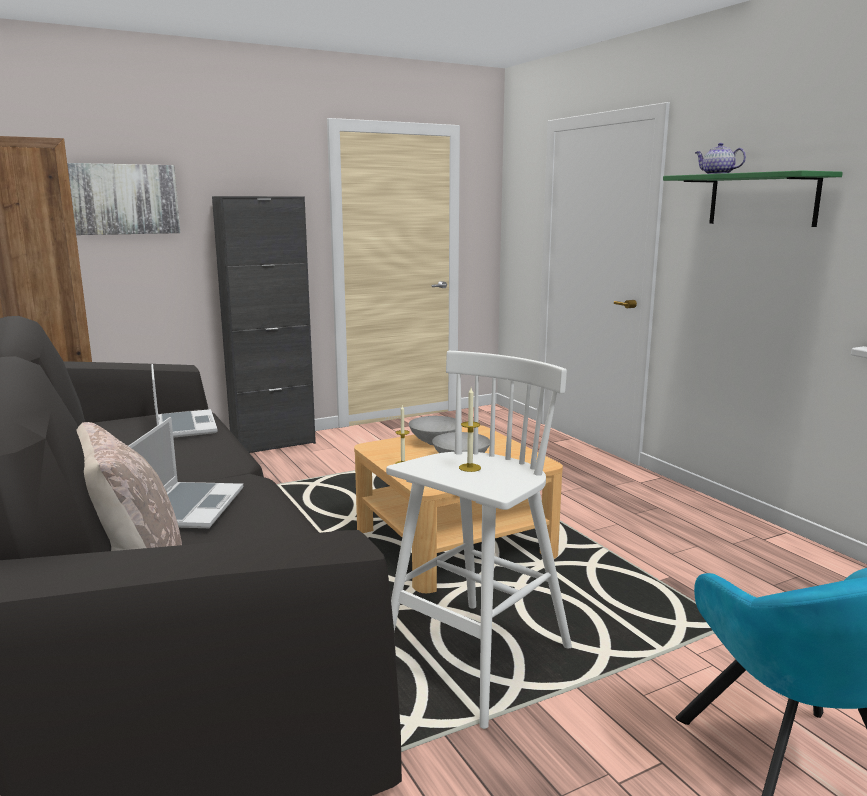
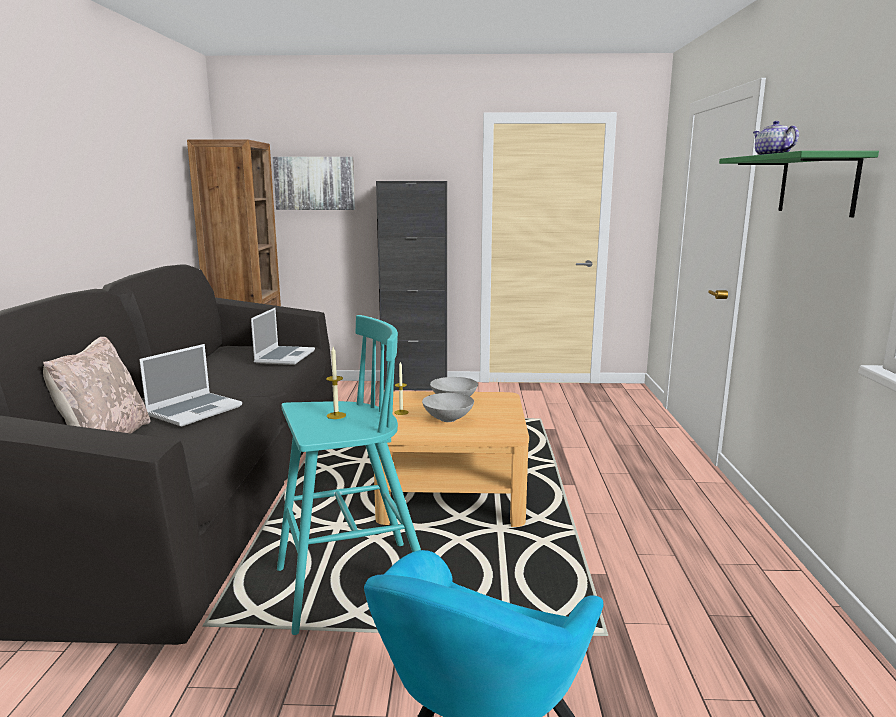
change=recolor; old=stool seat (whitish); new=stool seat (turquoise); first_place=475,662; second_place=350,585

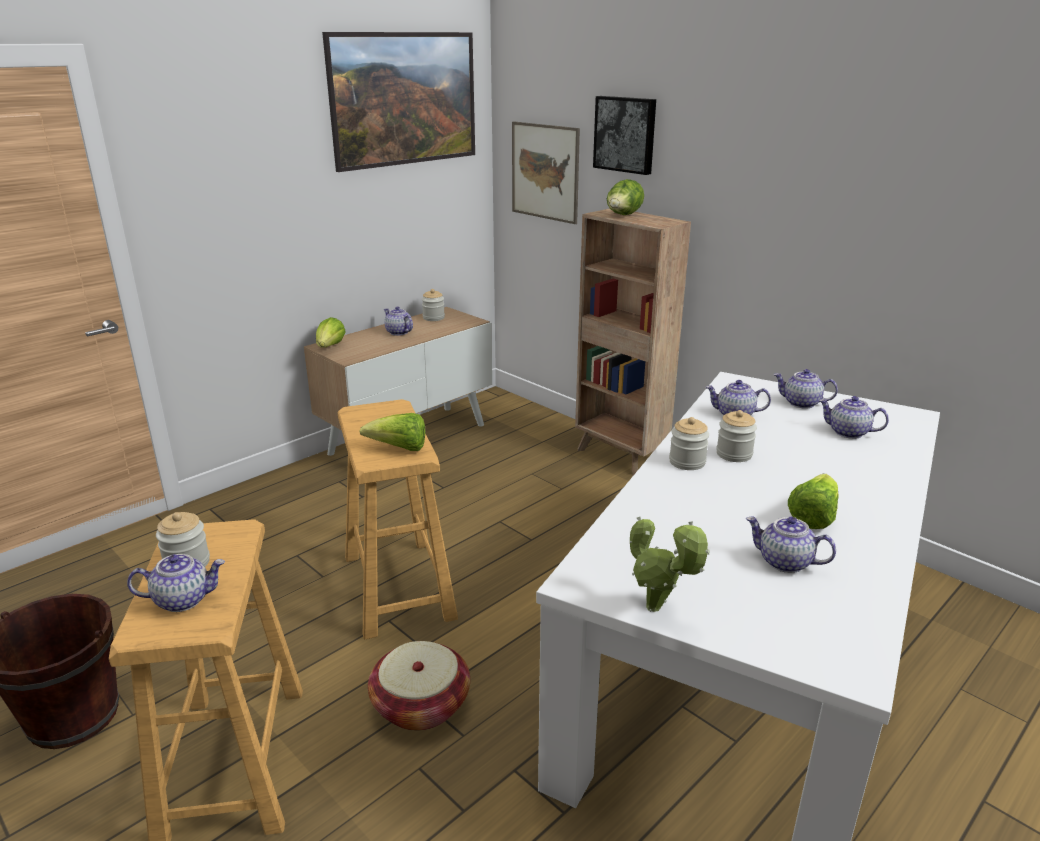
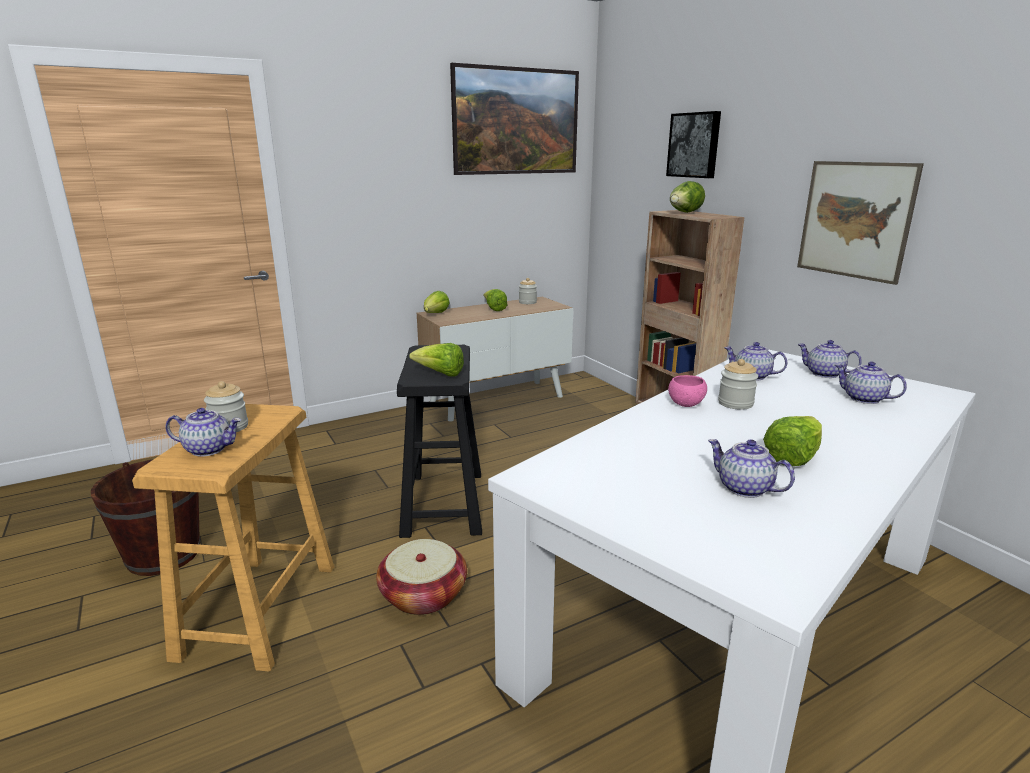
change=recolor; old=stool seat (beige); new=stool seat (black); first_place=398,587; second_place=443,504
change=replace; old=tea pot; new=head of lettuce; first_place=398,332; second_place=494,309
change=move; old=picture; first_place=545,172; second_place=855,220
change=delete; old=houseplant; first_place=658,609
change=replace; old=storage jar; new=deep dish (pinkish); first_place=687,462; second_place=685,404

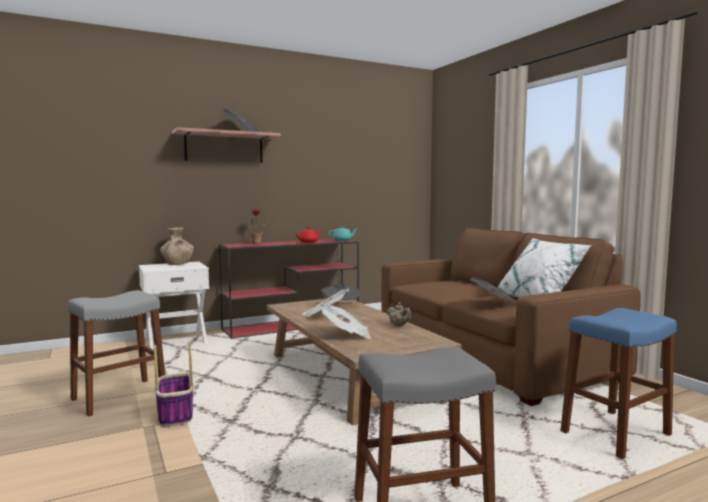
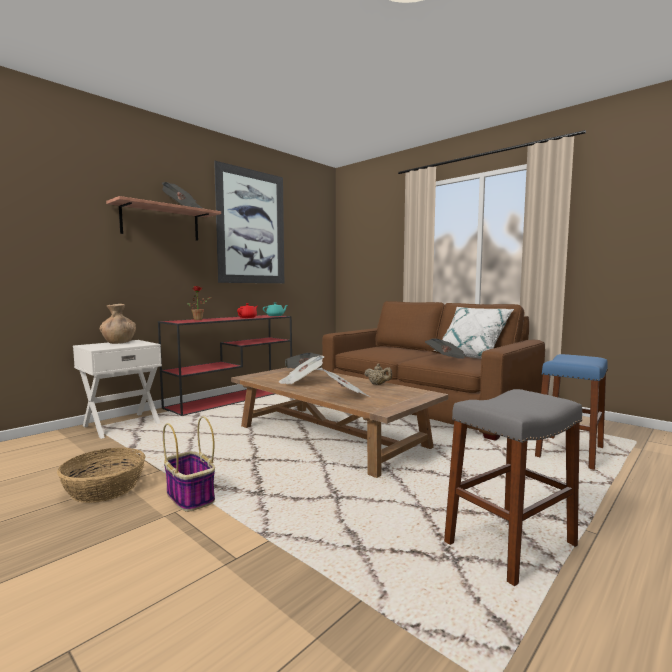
change=replace; old=stool seat (gray); new=basket; first_place=119,396; second_place=104,489
change=insert; new=picture; second_place=251,227

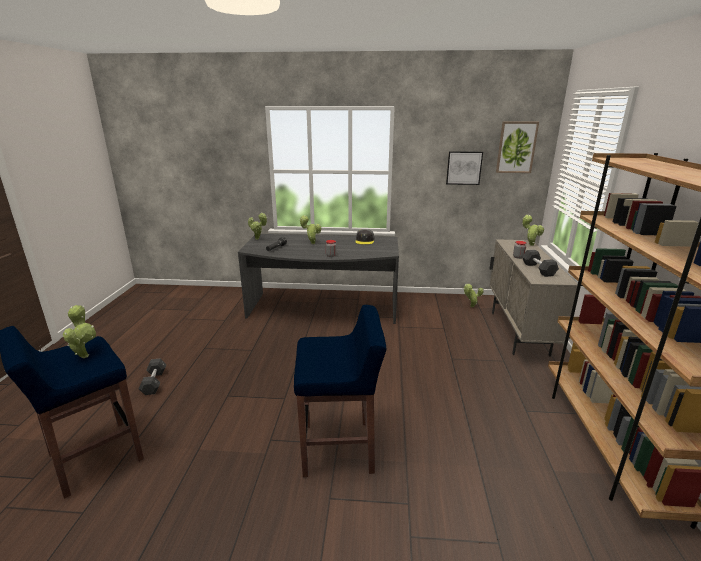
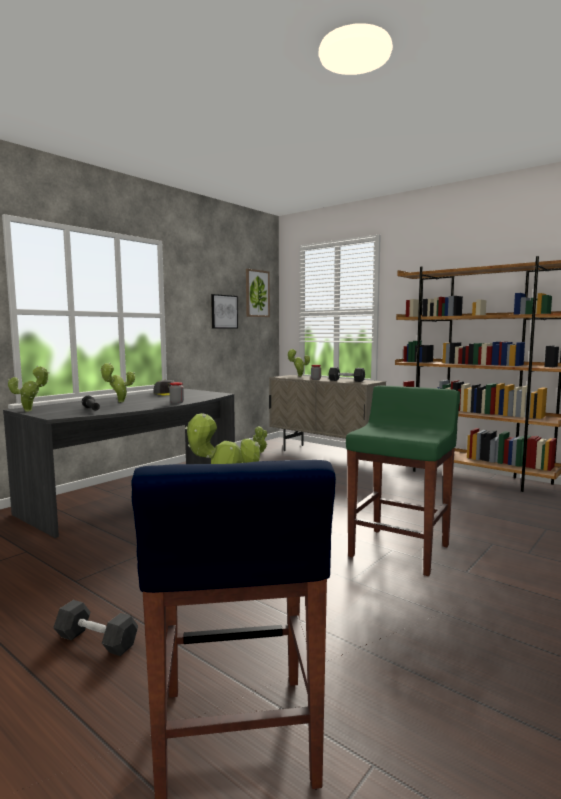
change=recolor; old=stool seat (blue); new=stool seat (green-coloured); first_place=339,448; second_place=400,550

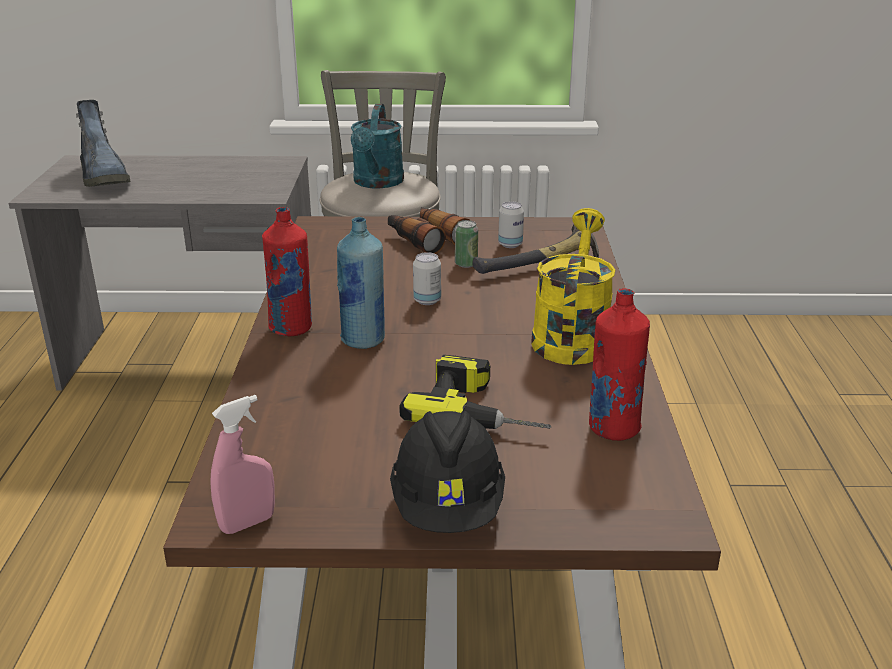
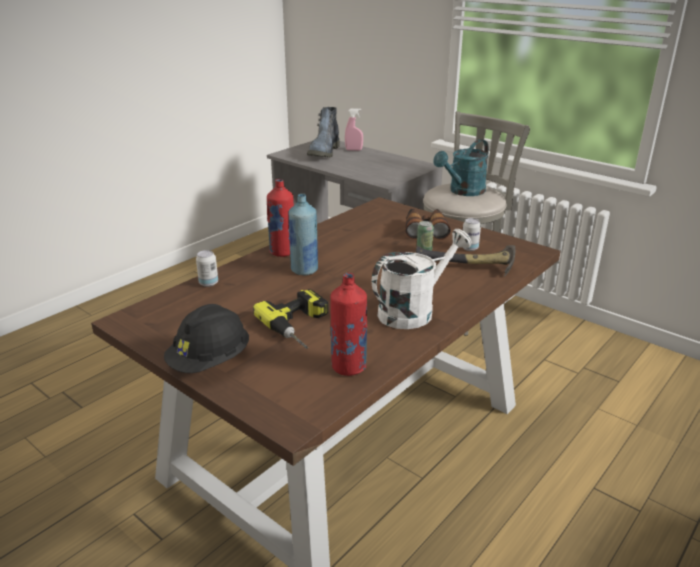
change=move; old=sprayer (pinkish); first_place=247,523; second_place=354,150
change=move; old=can; first_place=427,301; second_place=208,283
change=recolor; old=watering pot (yellow); new=watering pot (whitish); first_place=571,336; second_place=413,310

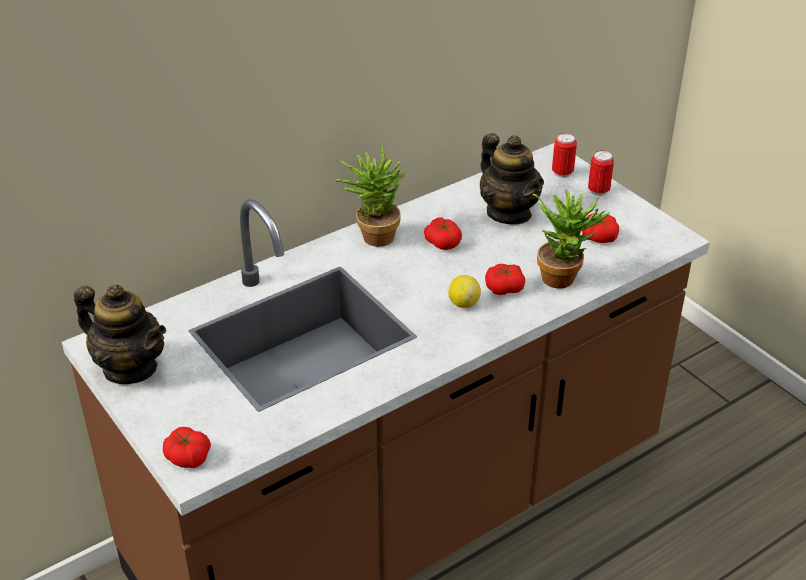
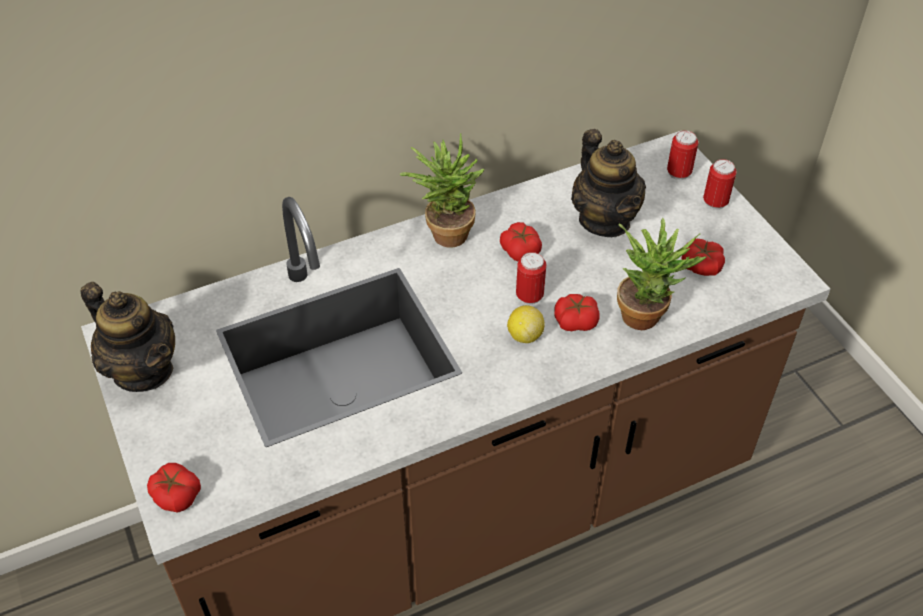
change=insert; new=can; second_place=529,296

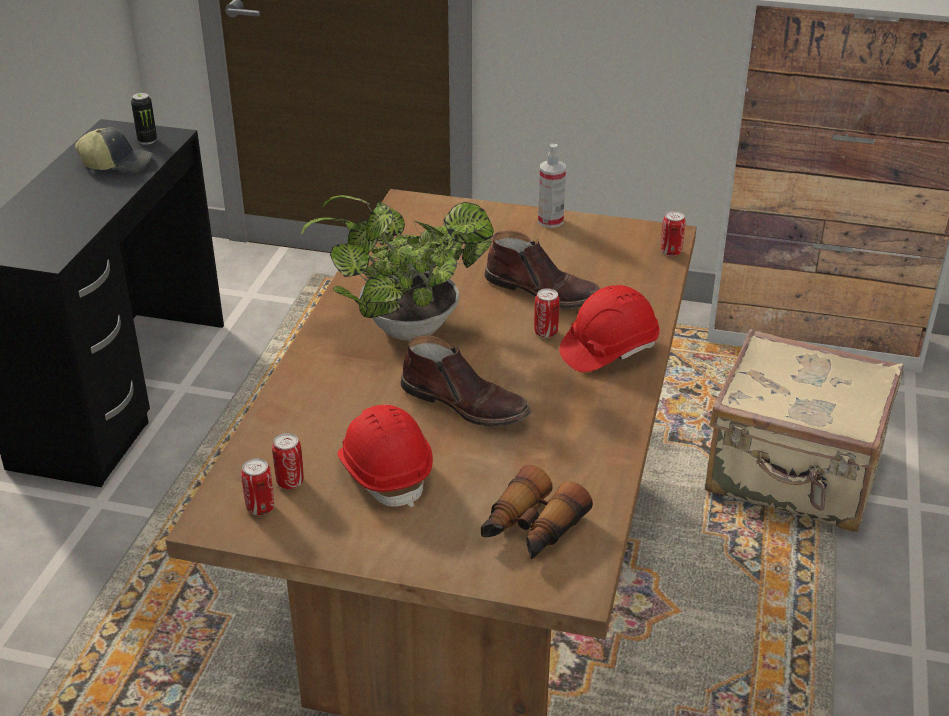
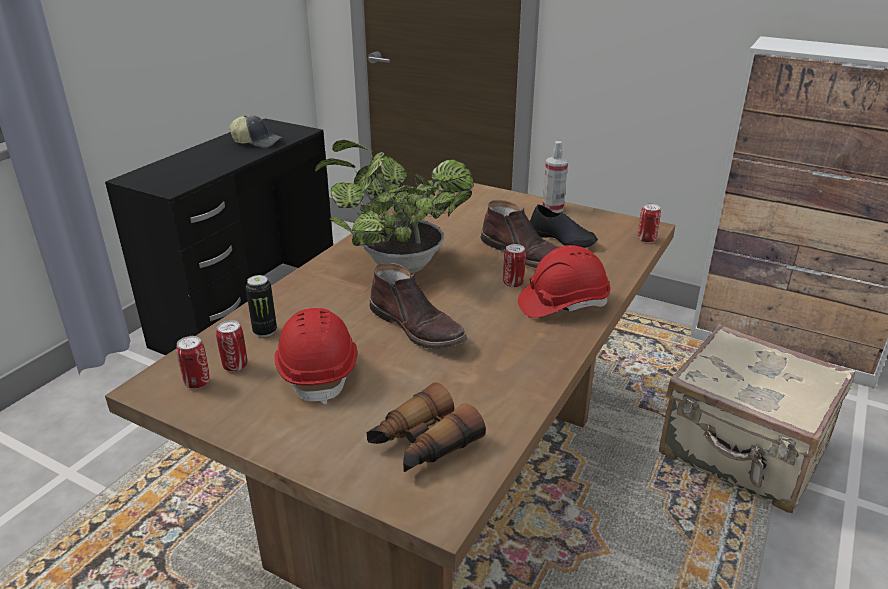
change=move; old=can; first_place=147,141; second_place=265,331
change=insert; new=item of footwear (black); second_place=562,239

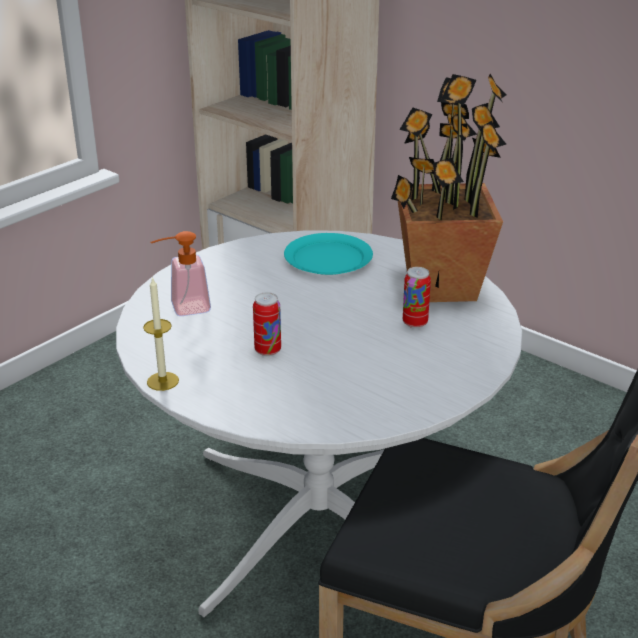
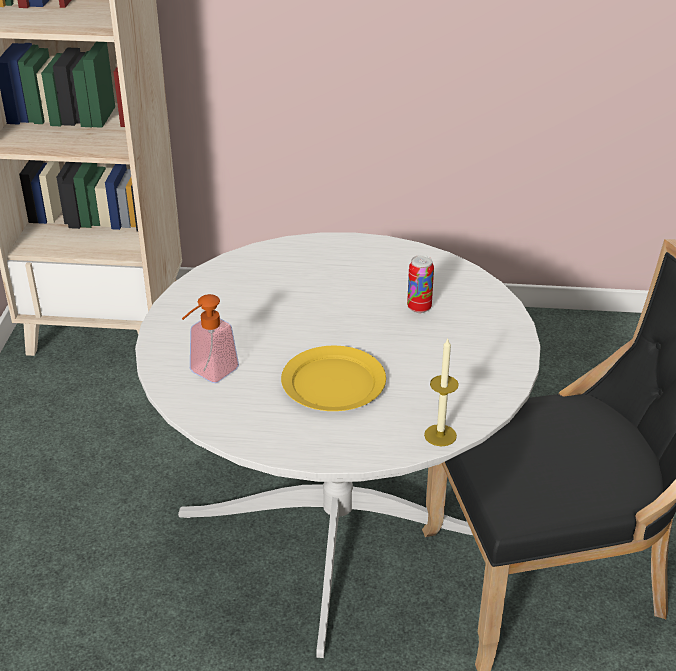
change=move; old=wax candle; first_place=163,381; second_place=440,435
change=replace; old=can; new=plate (yellow); first_place=268,350; second_place=333,382
change=delete; old=plate (turquoise); first_place=327,258
change=delete; old=houseplant; first_place=440,285

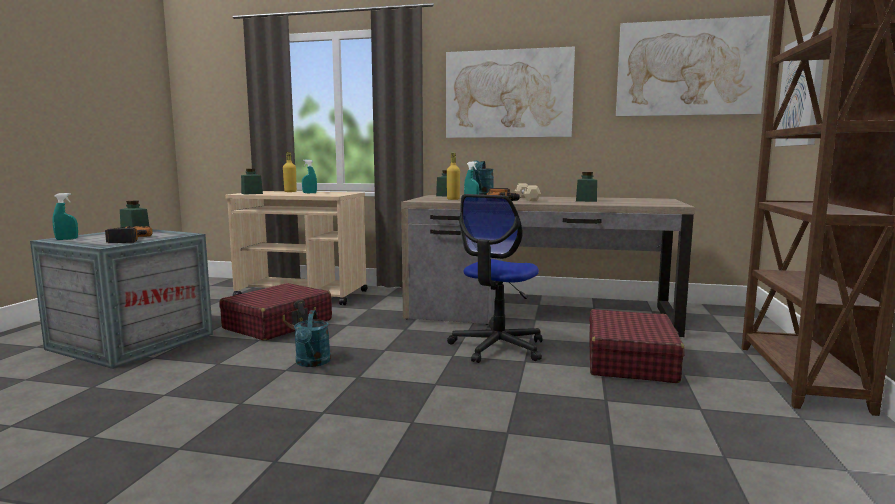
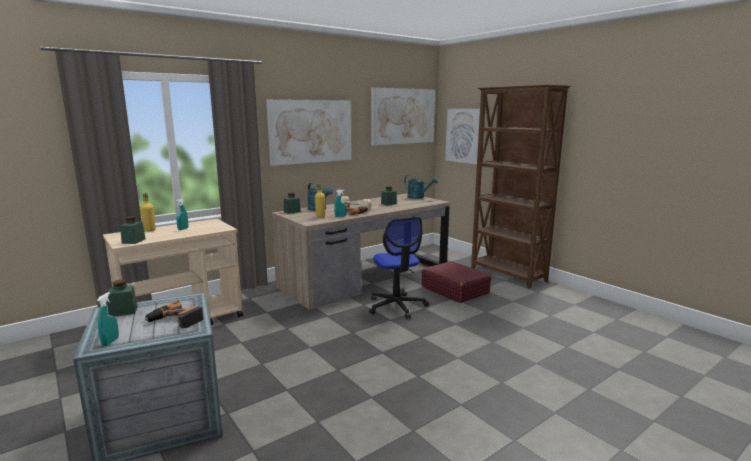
change=delete; old=travel case (red); first_place=279,324
change=move; old=watering pot (turquoise); first_place=312,363; second_place=418,197

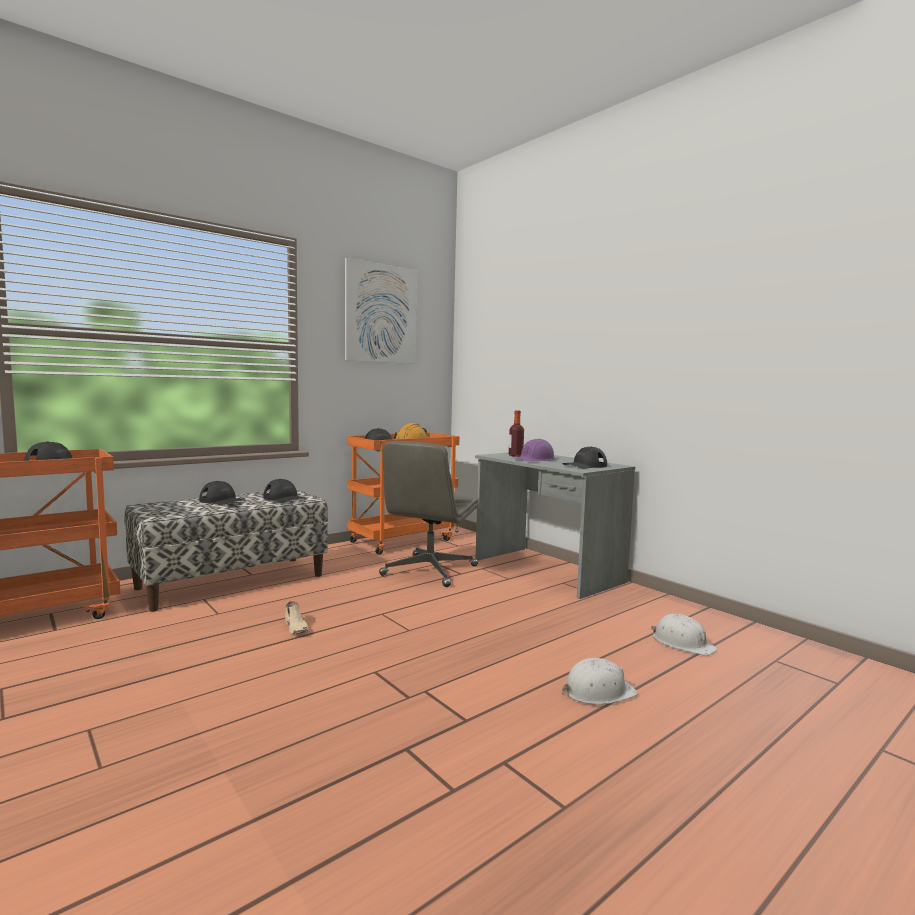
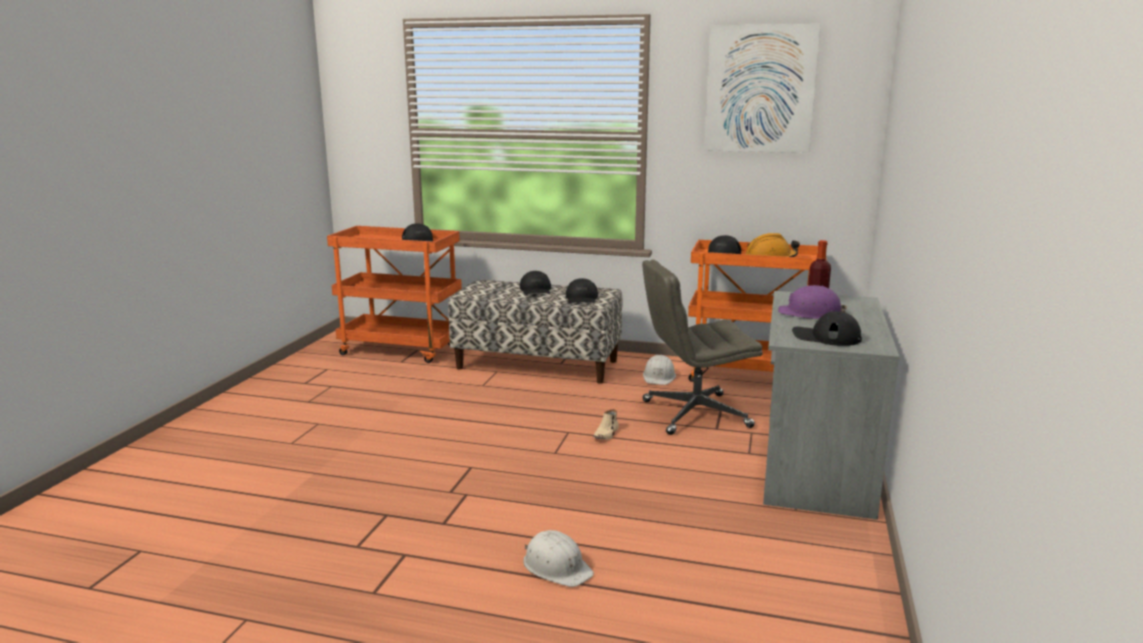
change=move; old=item of footwear (beige); first_place=296,628; second_place=606,434
change=move; old=safety helmet (whitish); first_place=682,643; second_place=659,377

